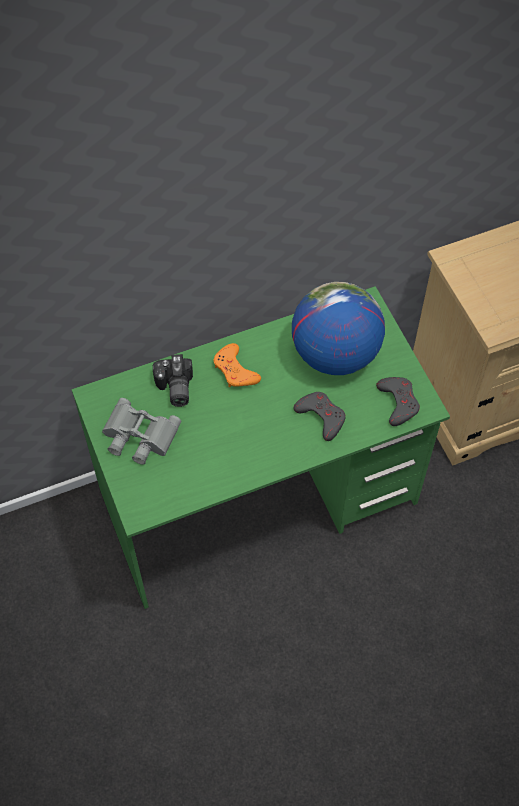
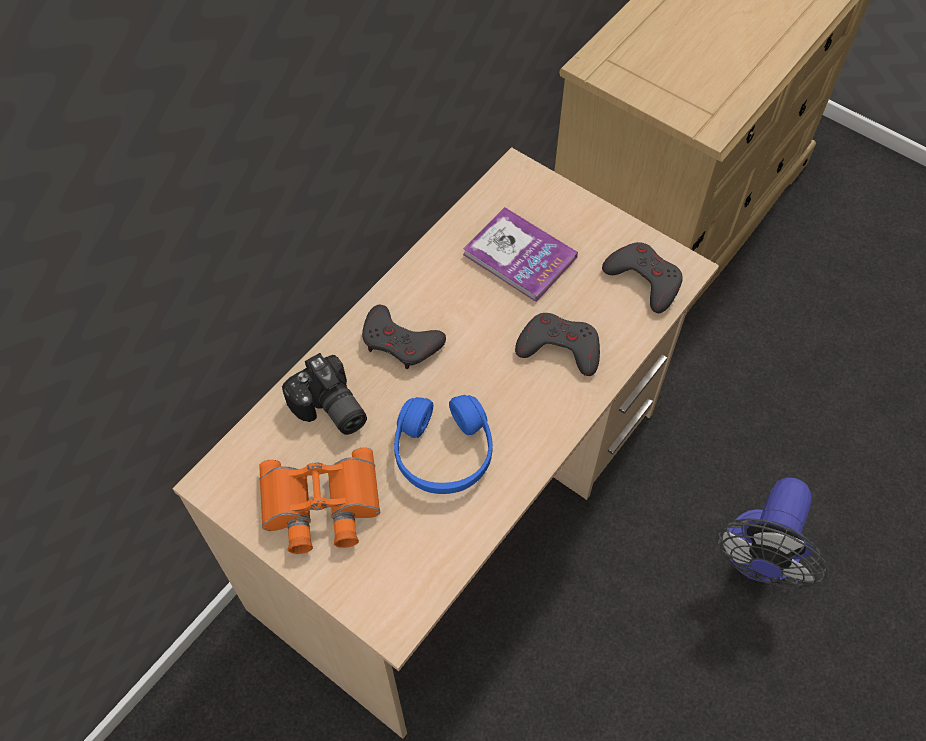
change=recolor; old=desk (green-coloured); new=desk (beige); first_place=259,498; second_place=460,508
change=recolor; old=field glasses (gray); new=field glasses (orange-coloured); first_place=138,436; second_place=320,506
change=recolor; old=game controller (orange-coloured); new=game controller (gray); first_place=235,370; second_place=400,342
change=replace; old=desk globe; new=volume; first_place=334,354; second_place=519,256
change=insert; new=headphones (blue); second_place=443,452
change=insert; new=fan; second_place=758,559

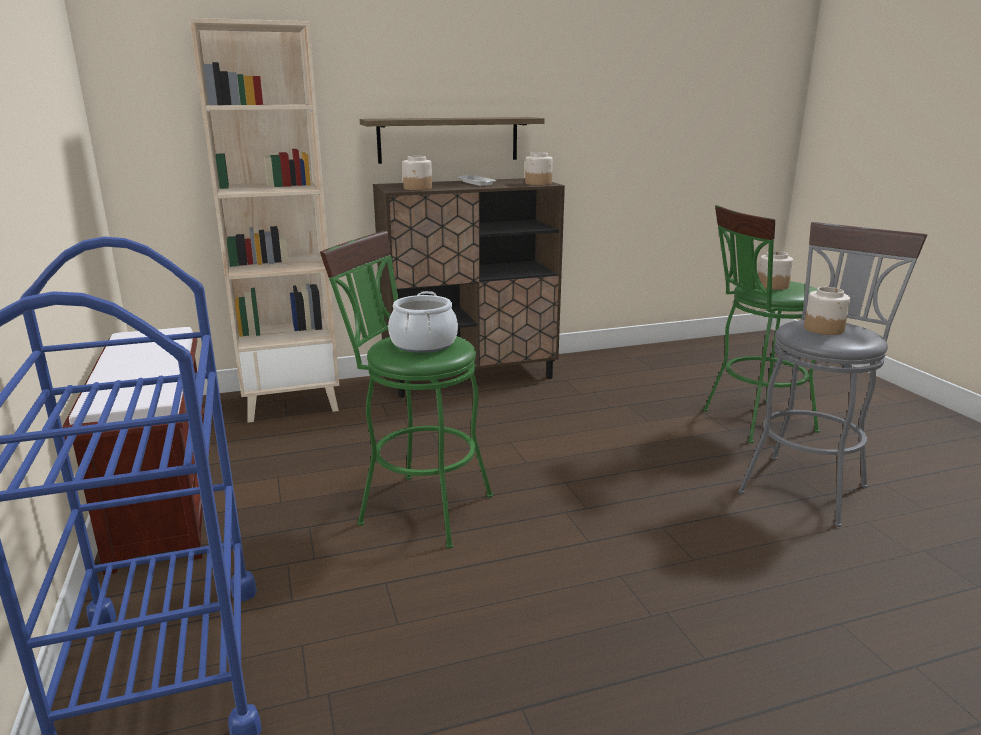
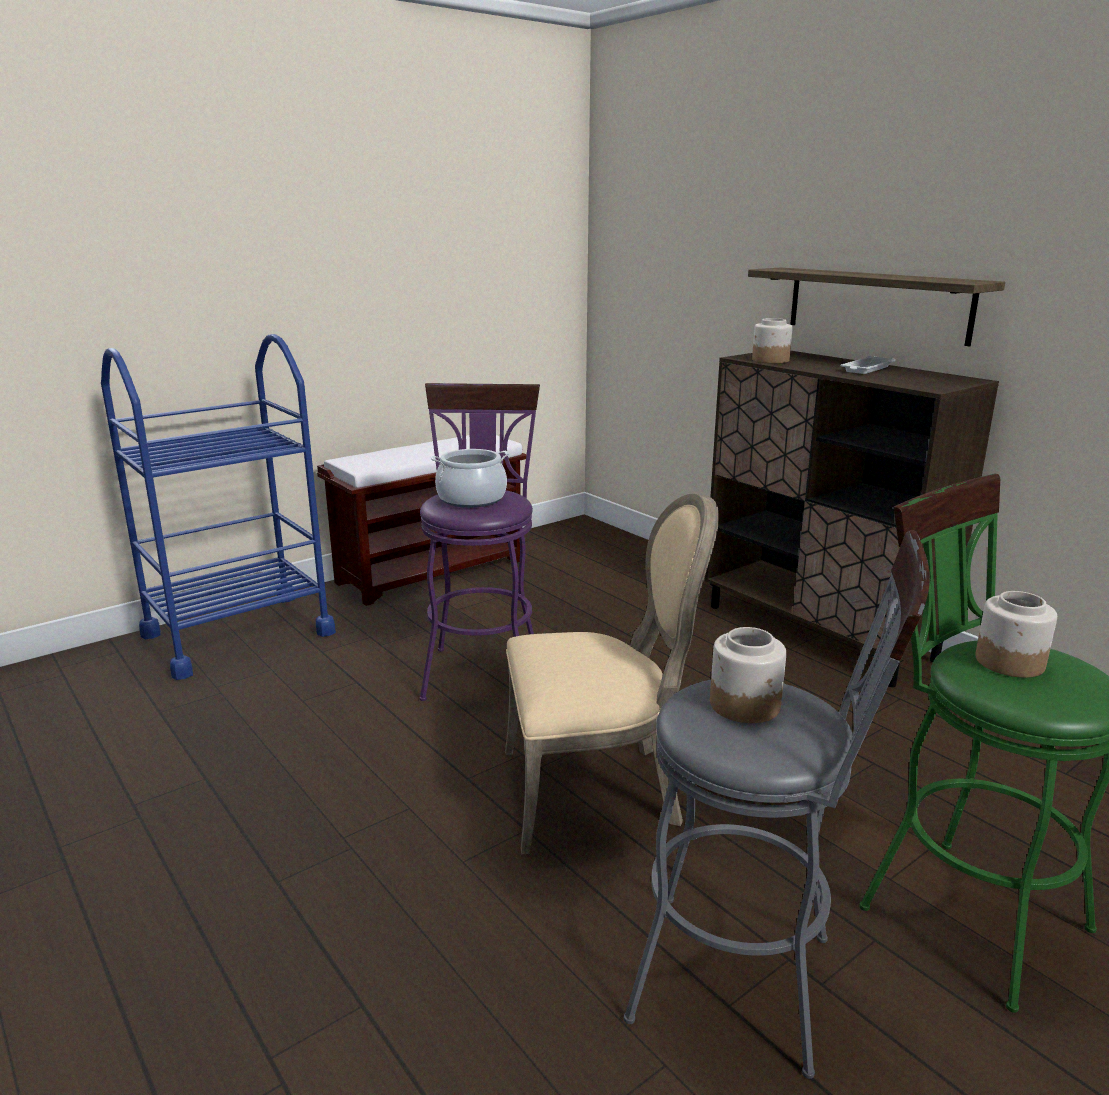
change=delete; old=bookshelf (beige); first_place=292,402
change=recolor; old=stool seat (green-coloured); new=stool seat (purple); first_place=416,507; second_place=483,668
change=delete; old=storage jar; first_place=538,183
change=insert; new=upright chair (beige); second_place=597,790

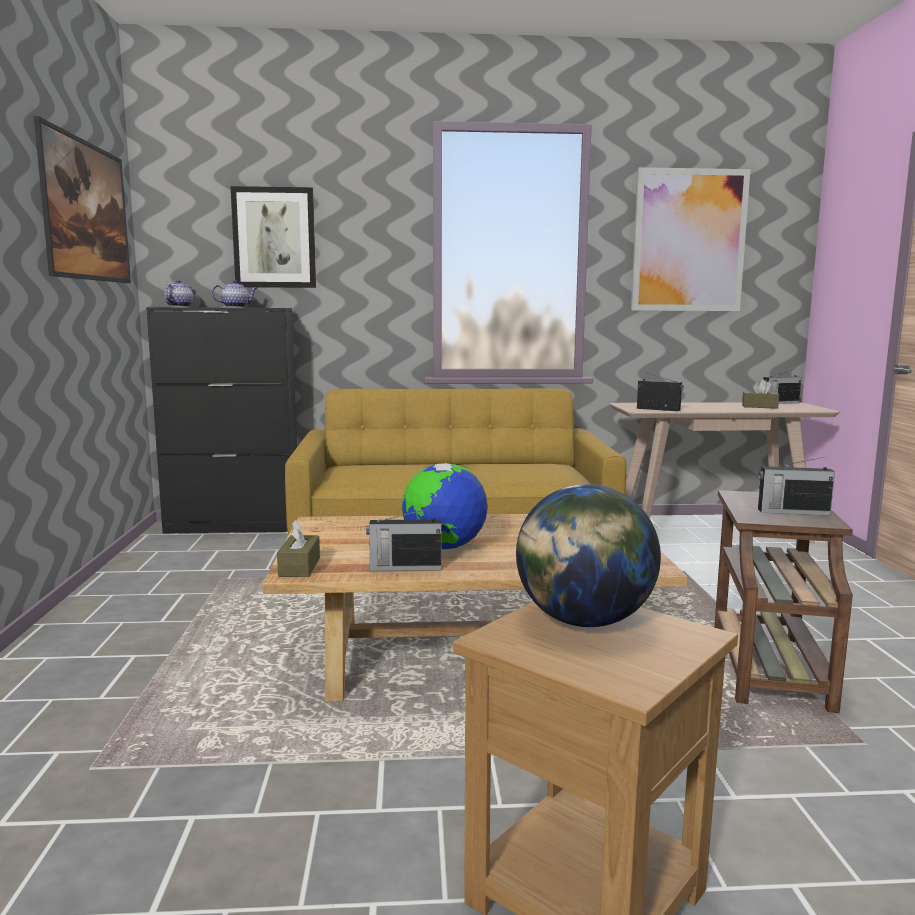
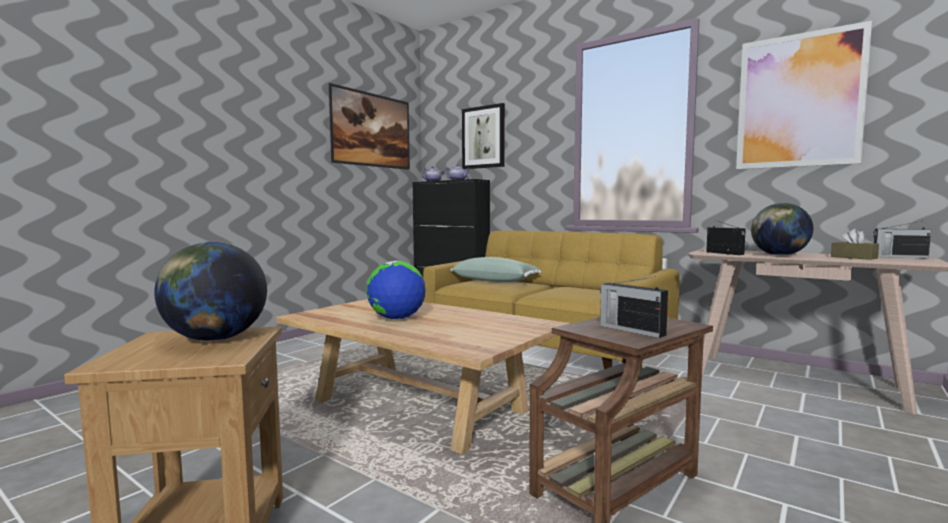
change=delete; old=tissue box (brown-coloured); first_place=299,567
change=delete; old=radio; first_place=404,567
change=insert; new=throw pillow (green-coloured); second_place=495,281
change=insert; new=desk globe; second_place=779,255

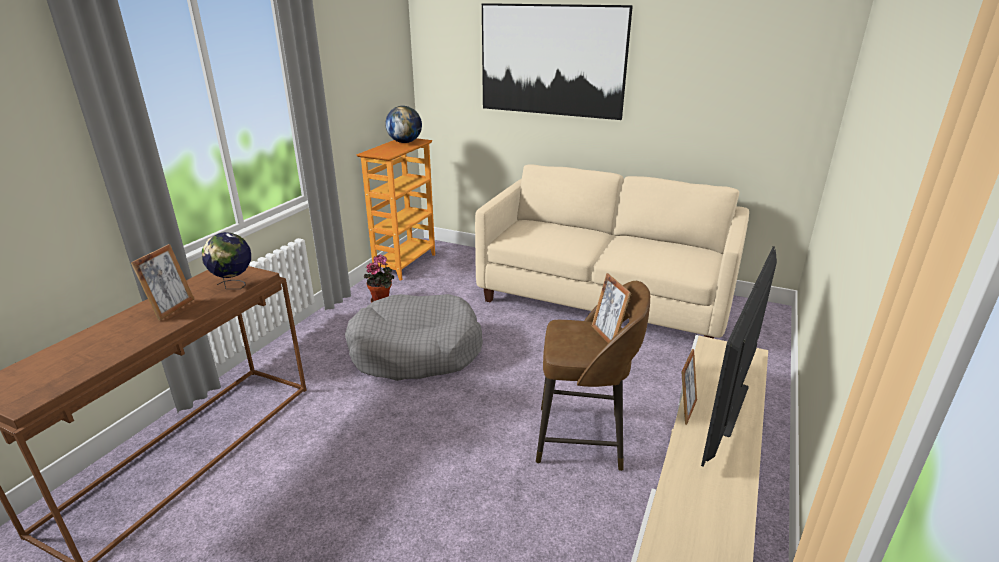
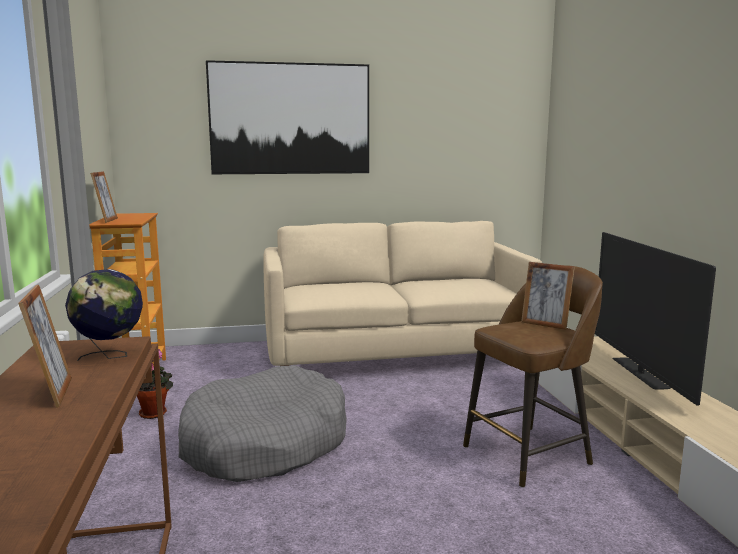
change=delete; old=desk globe; first_place=405,142
change=move; old=picture frame; first_place=685,410; second_place=106,220

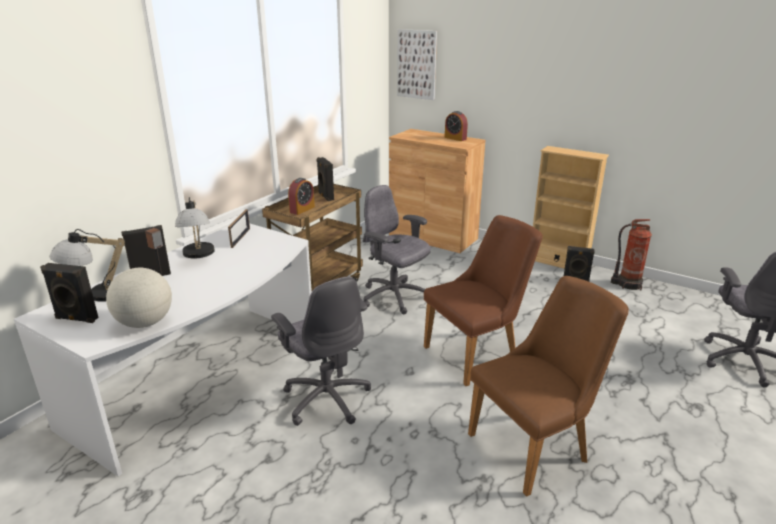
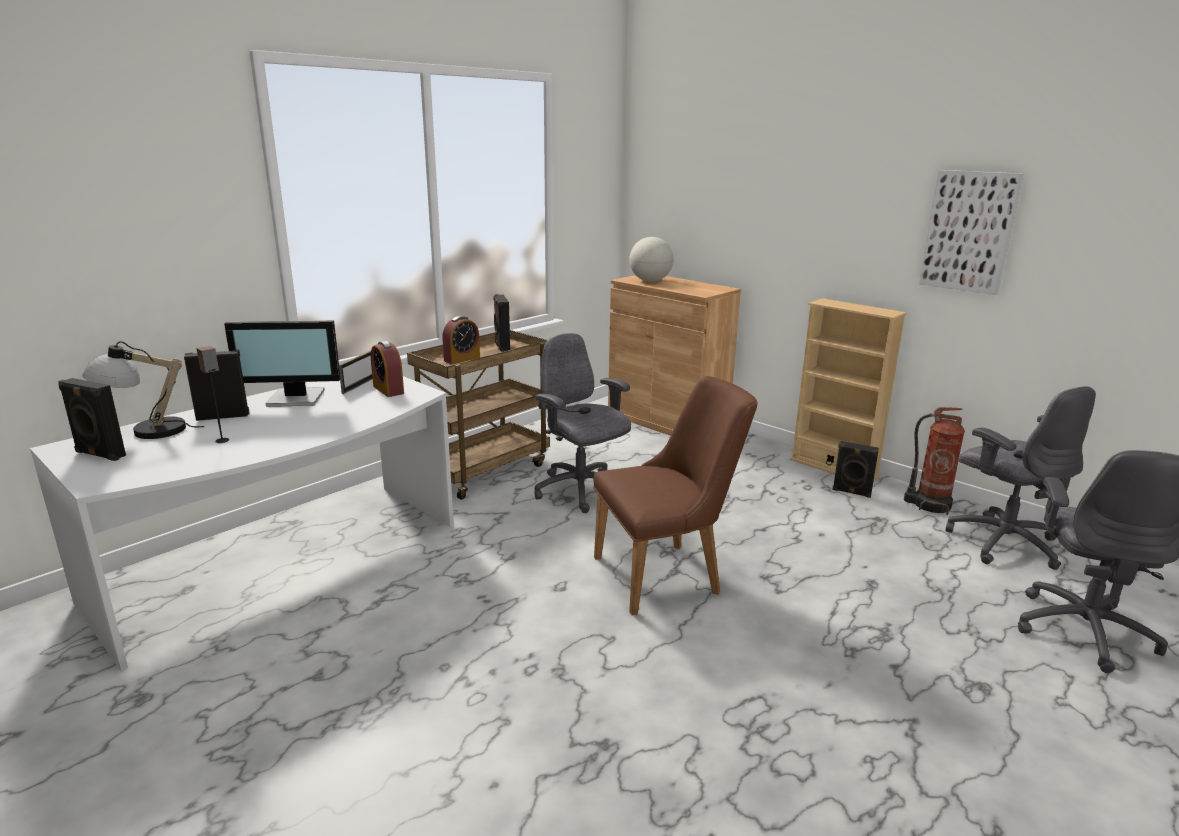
change=move; old=desk globe; first_place=145,323; second_place=650,281
change=replace; old=table lamp; new=computer screen; first_place=198,255; second_place=296,399
change=move; old=desk chair (gray); first_place=326,398; second_place=1003,542
change=move; old=picture; first_place=417,64; second_place=969,232
change=move; old=bedside clock; first_place=455,138; second_place=388,390
change=delete; old=upright chair (brown-coloured); first_place=537,445

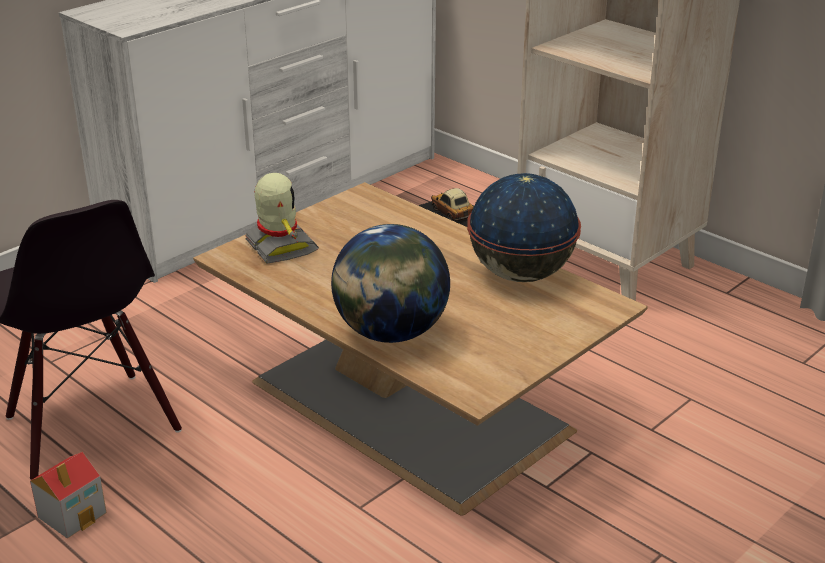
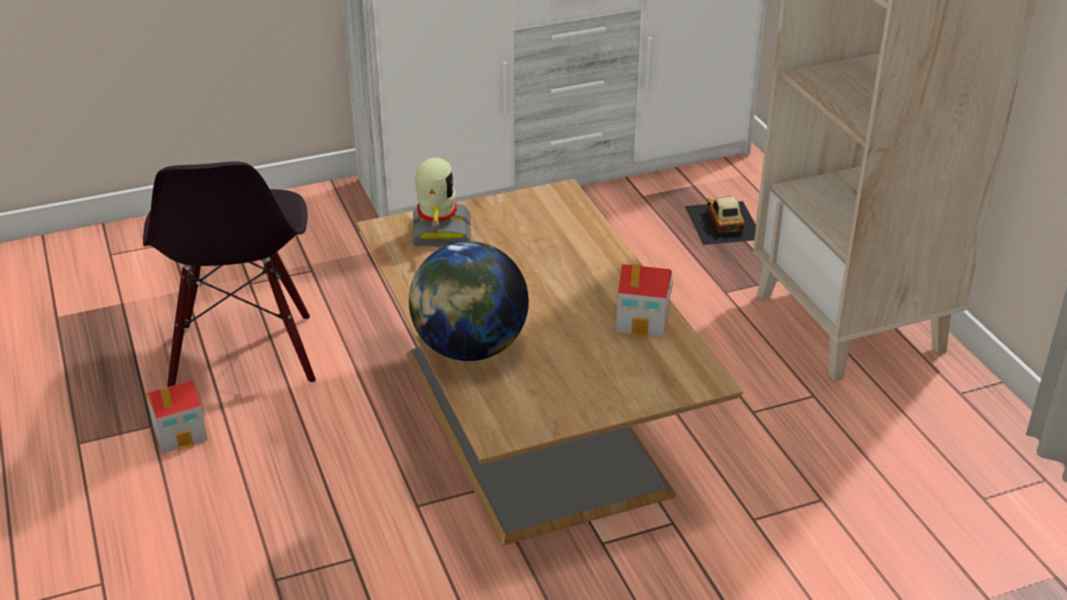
change=replace; old=desk globe; new=toy house; first_place=521,274; second_place=643,320

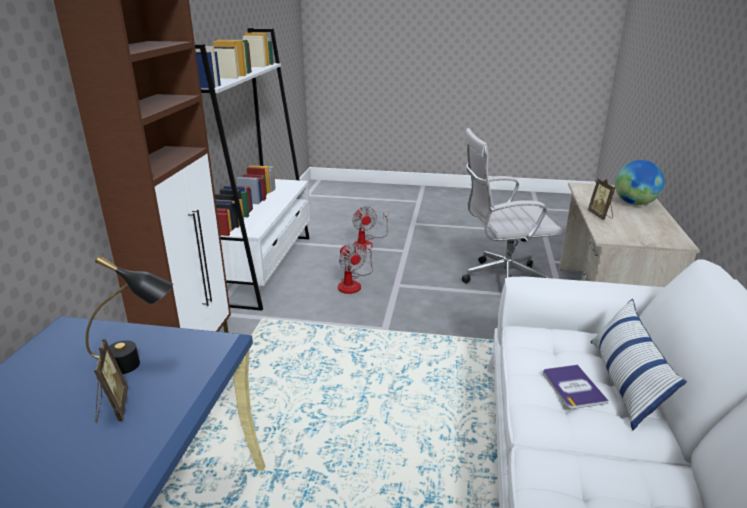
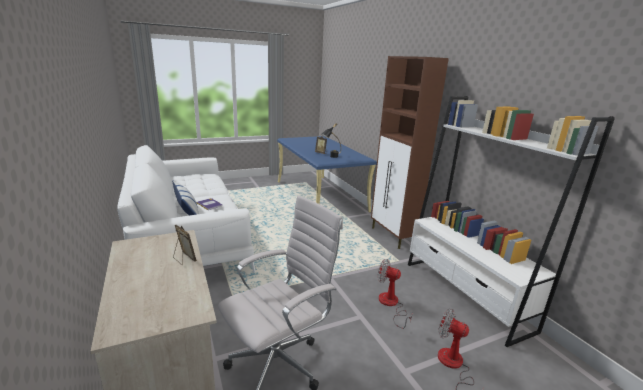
change=delete; old=desk globe; first_place=634,203

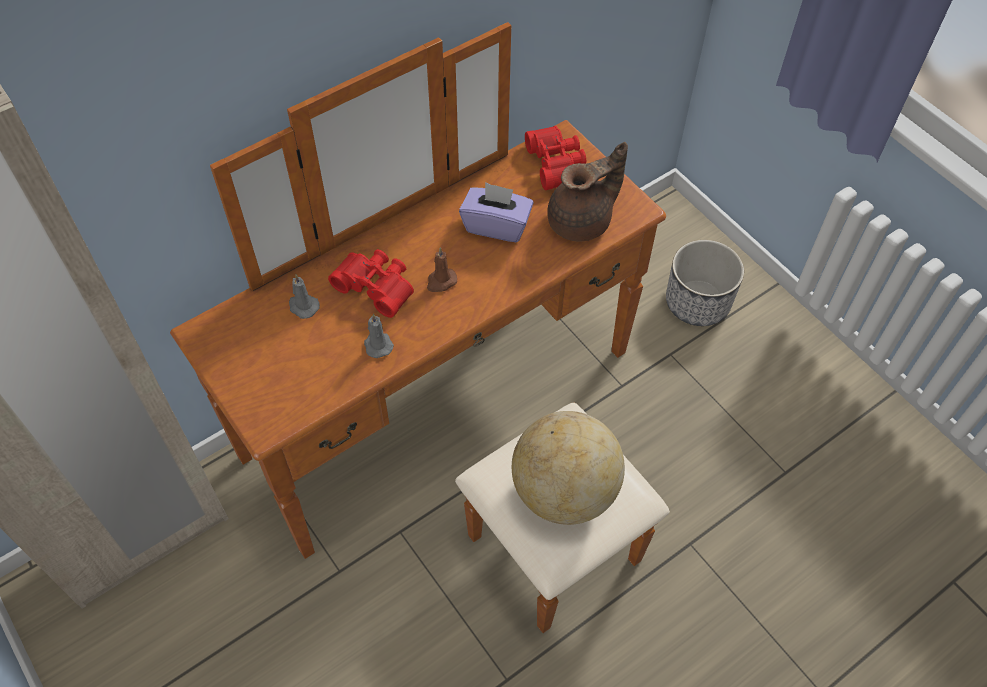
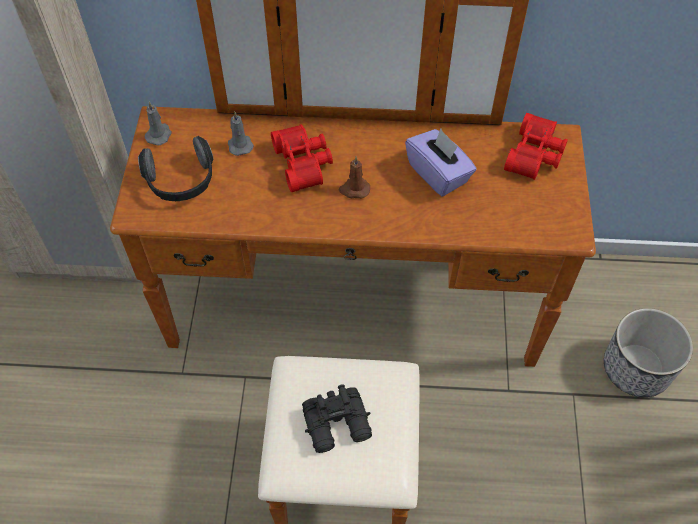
change=move; old=wax candle (gray); first_place=378,344; second_place=159,135
change=replace; old=desk globe; new=field glasses (black); first_place=563,491; second_place=338,425
change=delete; old=tea pot (brown-coloured); first_place=582,221
change=insert; new=headphones; second_place=181,182

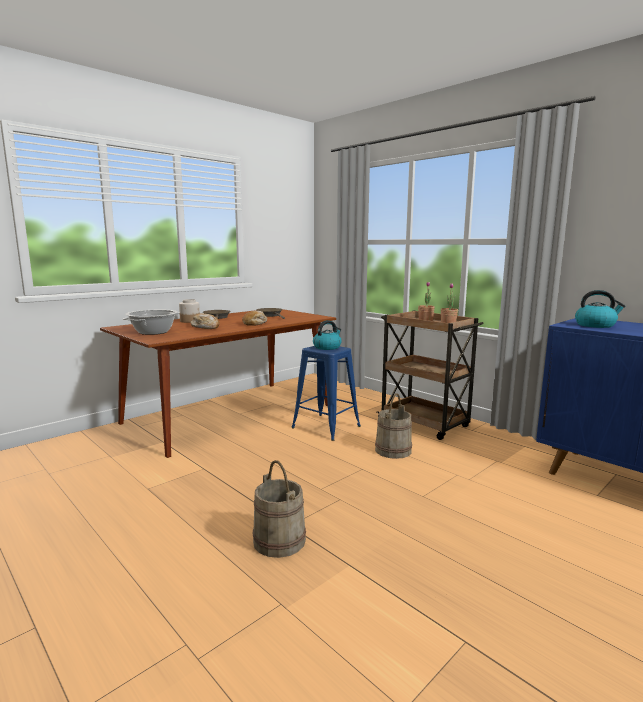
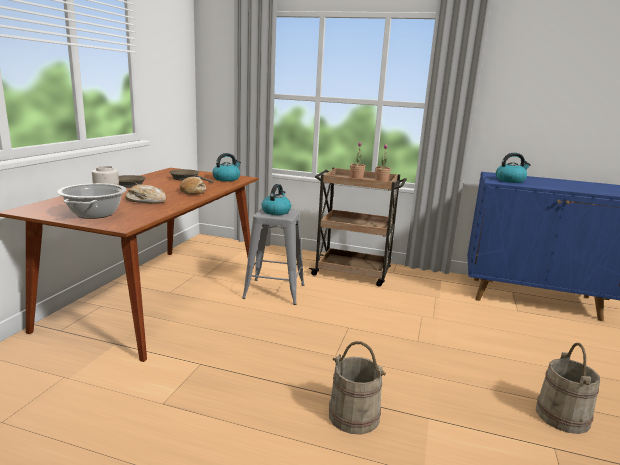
change=recolor; old=stool seat (blue); new=stool seat (gray); first_place=325,427; second_place=273,291
change=move; old=pail (beige); first_place=393,450; second_place=563,416
change=insert; new=tea kettle; second_place=226,179

